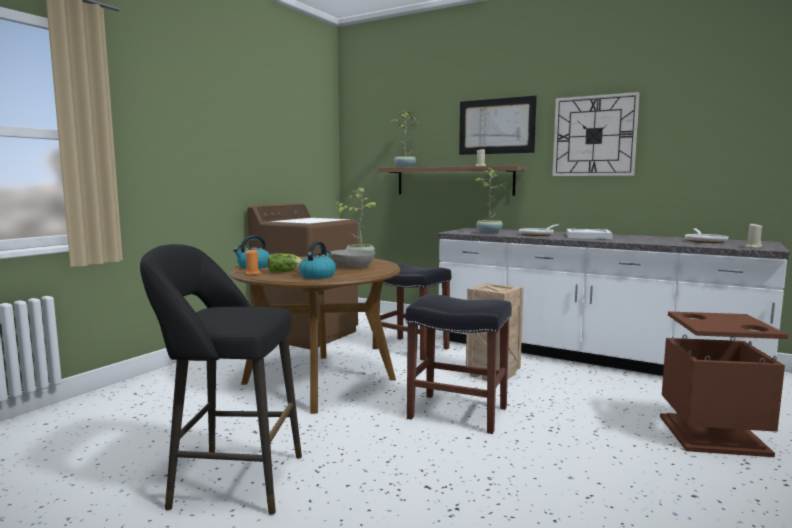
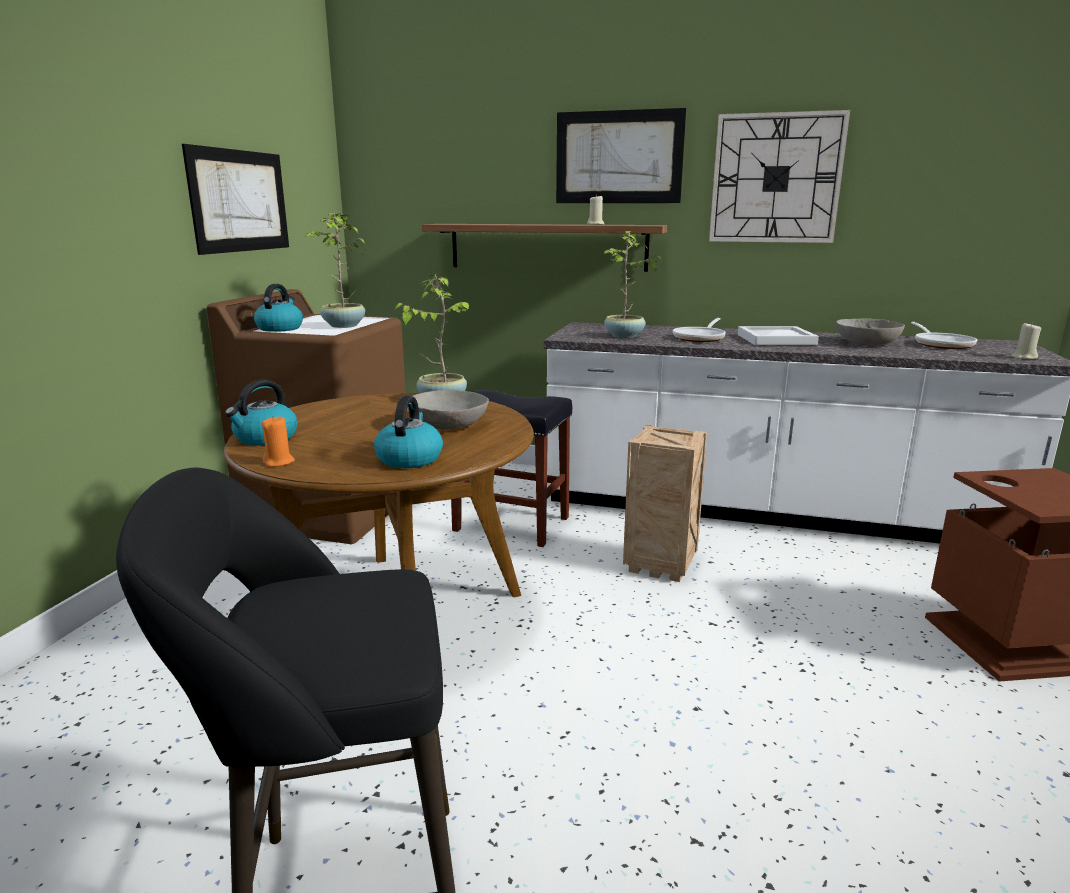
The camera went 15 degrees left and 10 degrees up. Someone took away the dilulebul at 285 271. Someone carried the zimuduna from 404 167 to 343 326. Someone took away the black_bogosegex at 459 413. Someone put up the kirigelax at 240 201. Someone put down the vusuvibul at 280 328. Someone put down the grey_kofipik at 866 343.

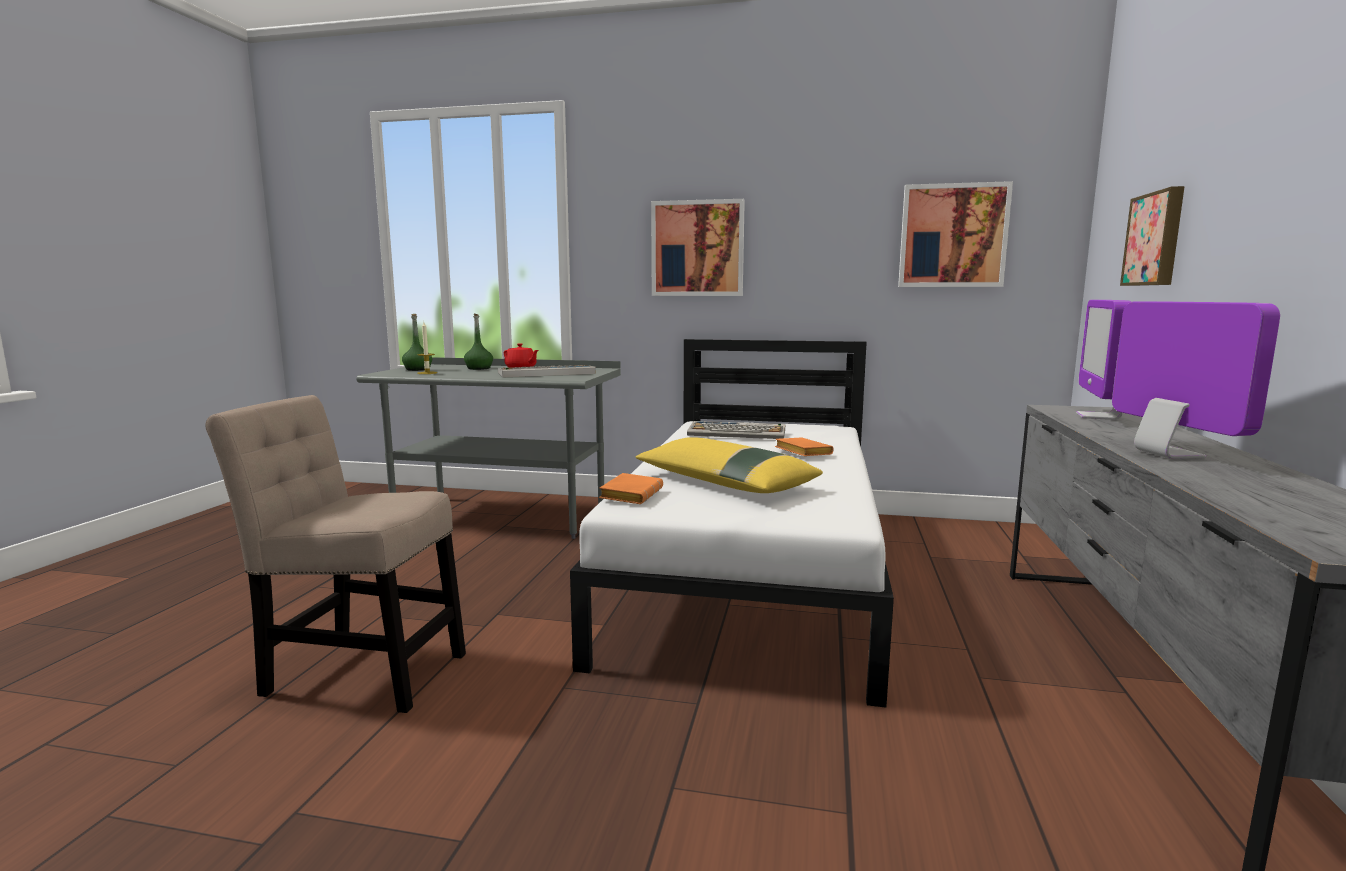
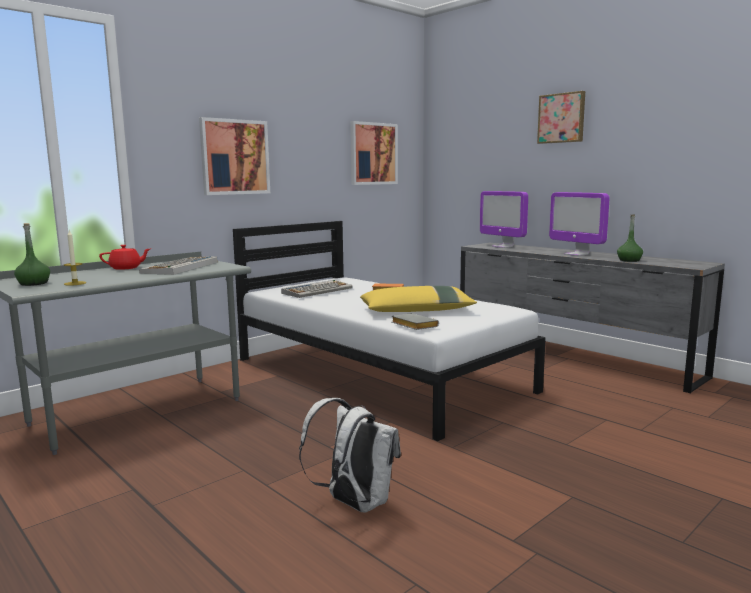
The camera went 55 degrees left and 0 degrees up. Someone swapped the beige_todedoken at 359 671 for the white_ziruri at 354 503. Someone carried the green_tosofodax from 479 368 to 629 260. Someone repainted the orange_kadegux at 630 494, which became the grey_kadegux at 412 326. Someone rotated the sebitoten at 1168 454 by 150 degrees counterclockwise. Someone carried the kirigelax from 1156 239 to 562 118.

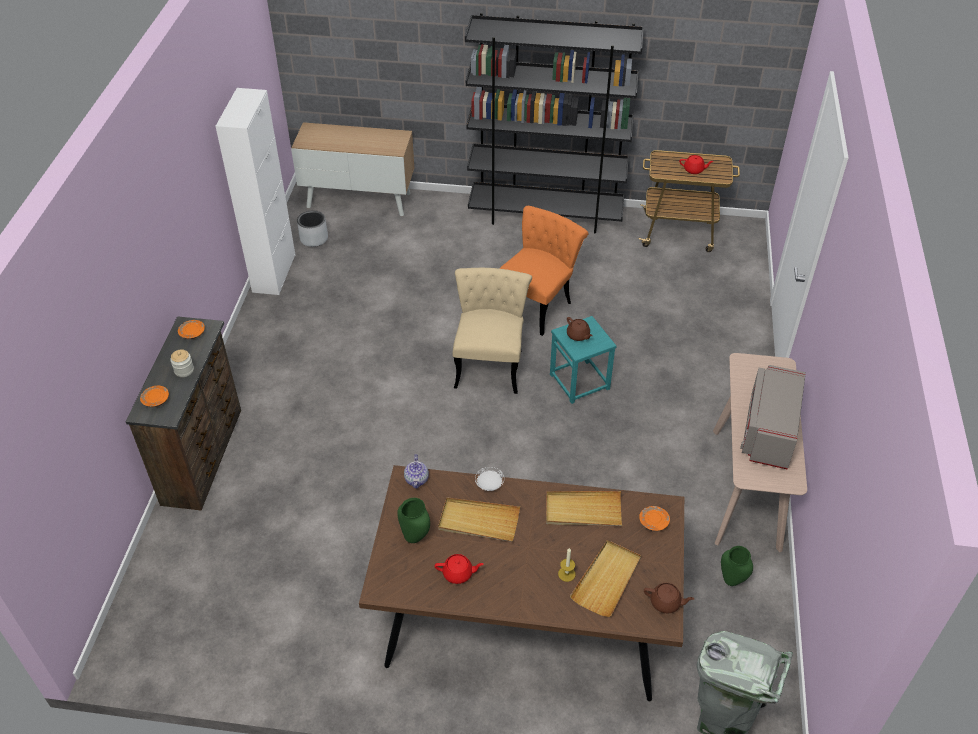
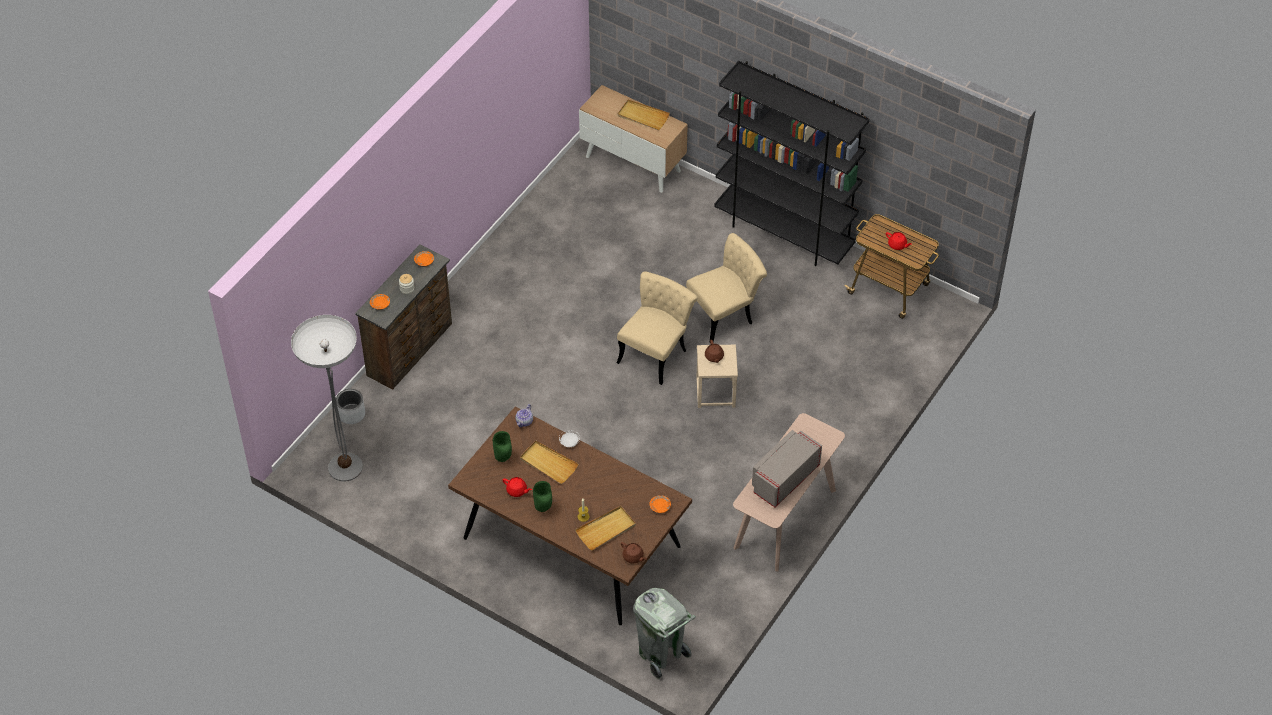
The camera went 25 degrees right and 5 degrees up. Someone took away the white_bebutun at 274 273. Someone carried the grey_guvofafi from 314 238 to 351 414. Someone repainted the orange_todedoken at 537 303, which became the beige_todedoken at 725 314. Someone carried the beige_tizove from 583 510 to 643 116. Someone repainted the turquoise_bogosegex at 580 381, which became the beige_bogosegex at 716 392. Someone carried the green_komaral from 732 580 to 543 508. Someone put down the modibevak at 345 467.

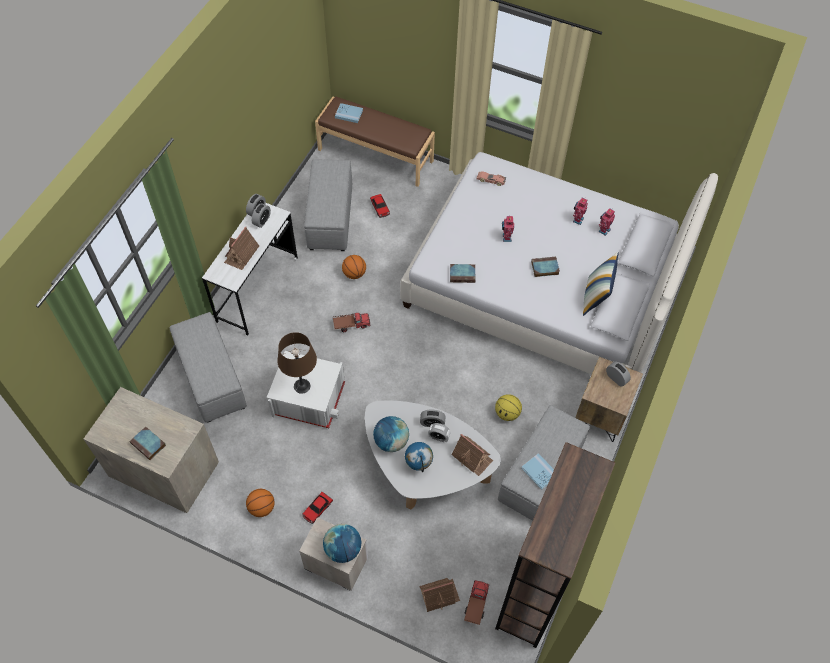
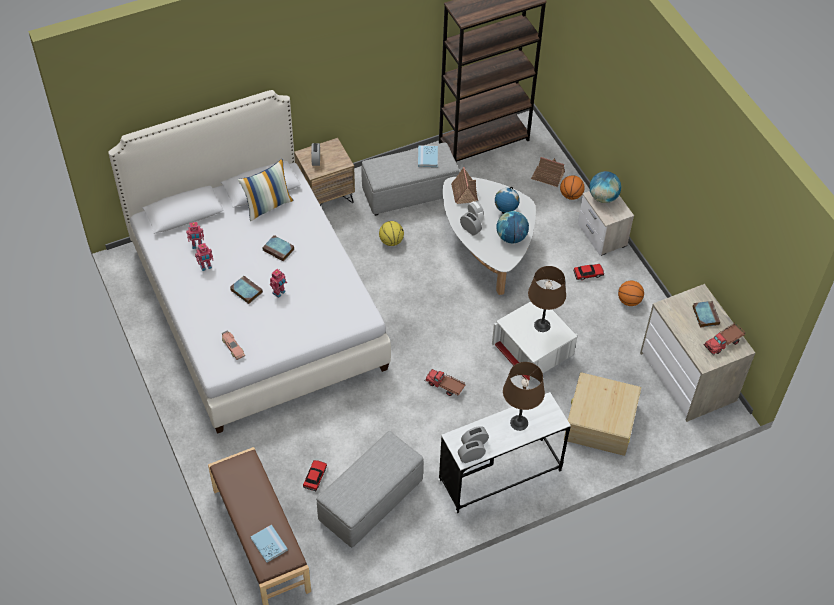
The camera went 140 degrees left and 5 degrees down. Someone swapped the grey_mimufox at 211 377 for the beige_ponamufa at 600 423. Someone swapped the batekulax at 241 254 for the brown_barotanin at 519 422. Someone carried the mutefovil from 354 274 to 571 195. Someone carried the kadegux from 463 274 to 245 291. Someone carried the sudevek from 476 604 to 723 342.

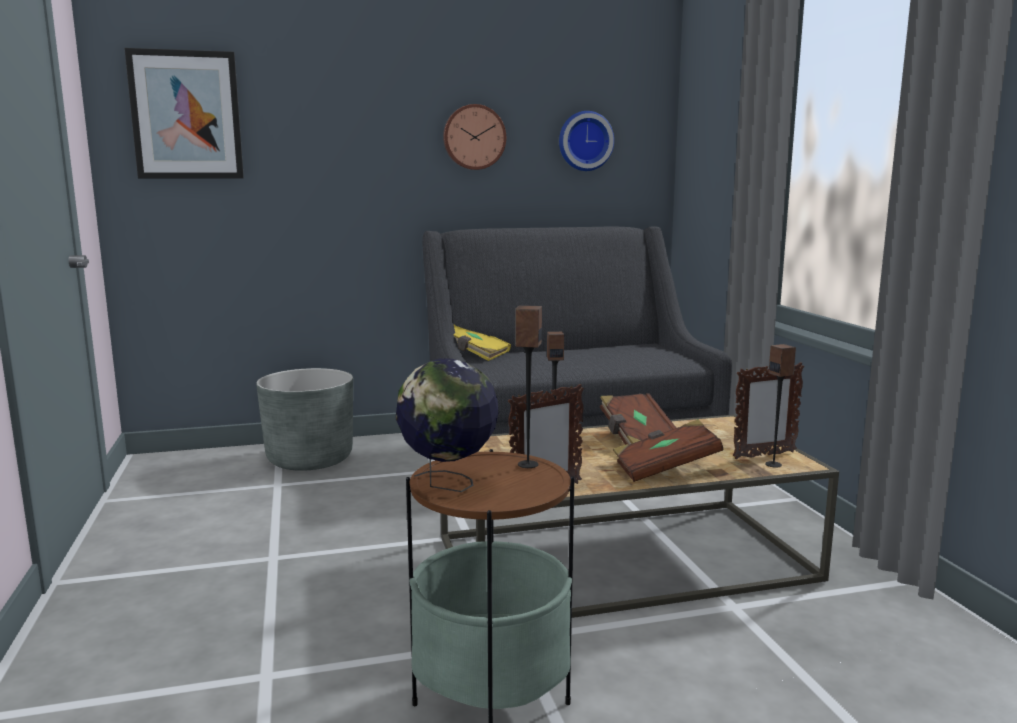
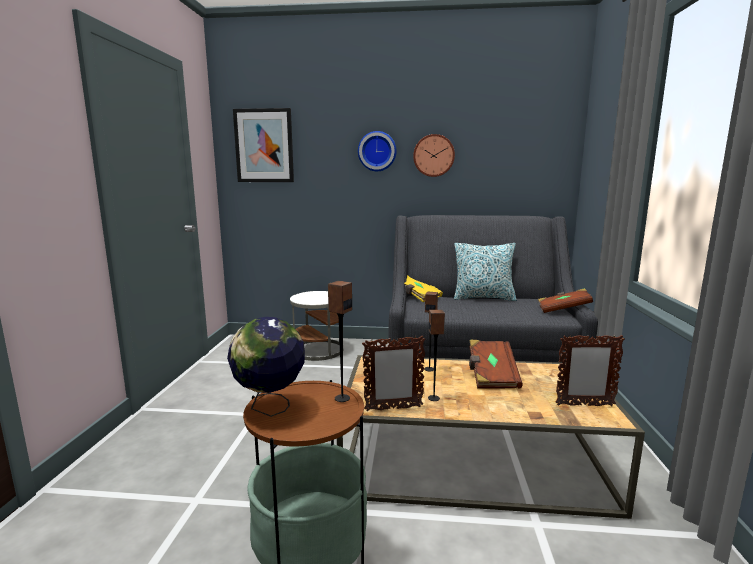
The camera went 20 degrees right and 0 degrees up. Someone swapped the grey_guvofafi at 310 459 for the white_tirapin at 318 350. Someone carried the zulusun from 584 141 to 377 151. Someone carried the brown_kadegux from 665 469 to 563 310. Someone carried the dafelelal from 773 464 to 434 398. Someone put down the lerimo at 483 298.

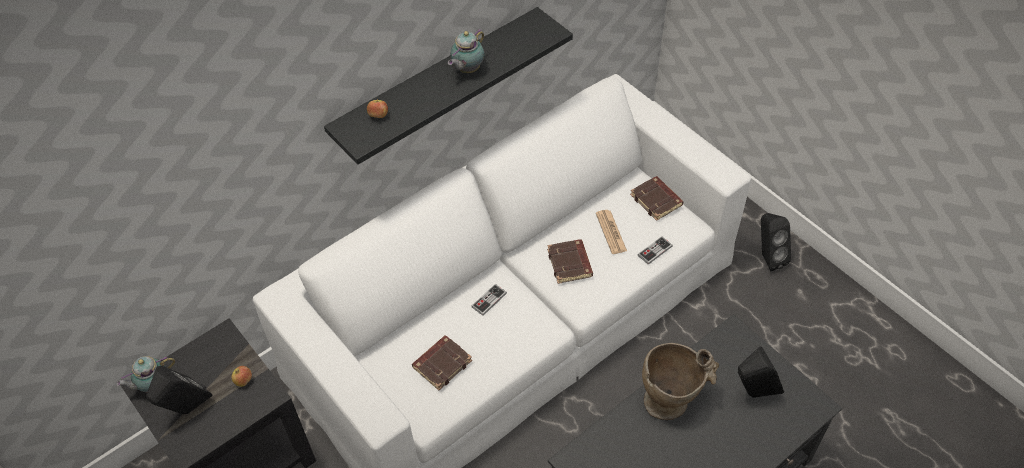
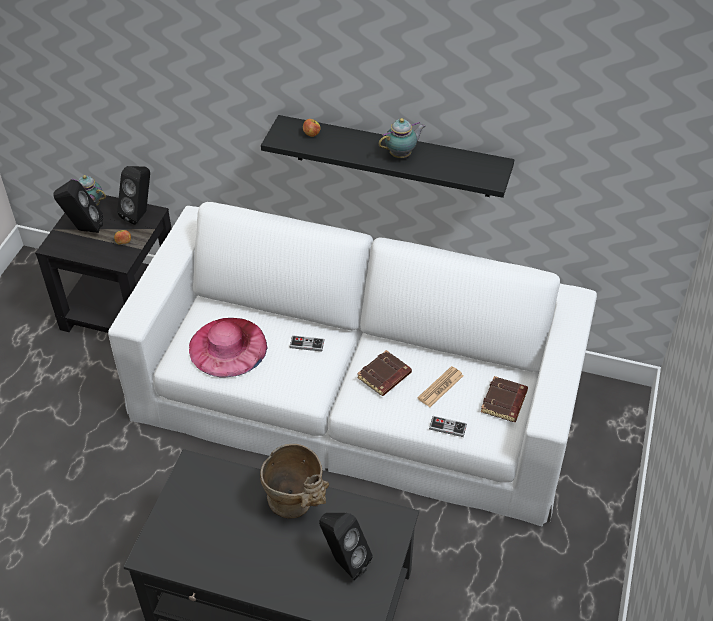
The camera went 55 degrees right and 5 degrees down. Someone swapped the brown_kadegux at 442 364 for the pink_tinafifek at 228 346. Someone rotated the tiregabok at 467 70 by 150 degrees clockwise. Someone carried the black_dafelelal from 767 257 to 140 214.

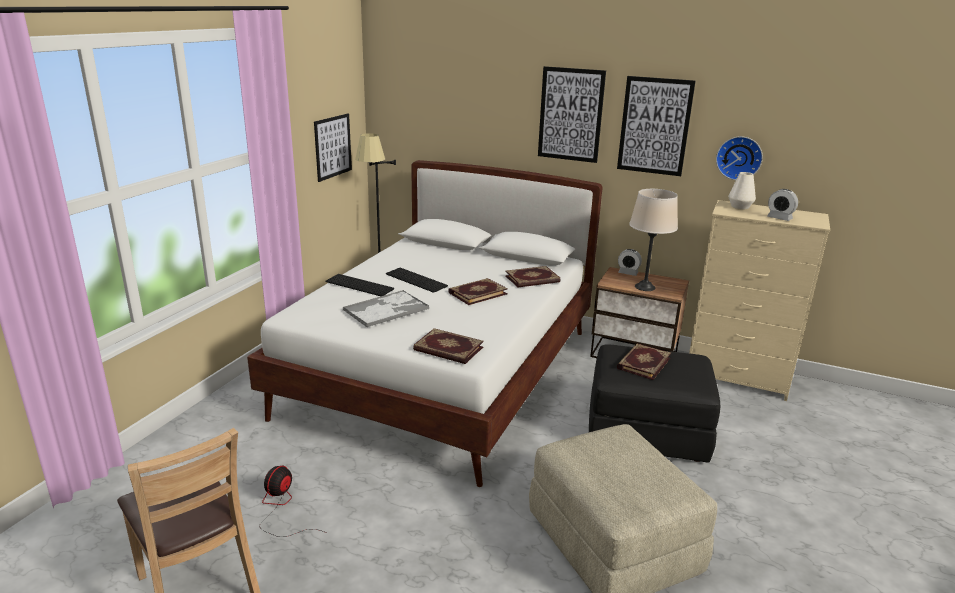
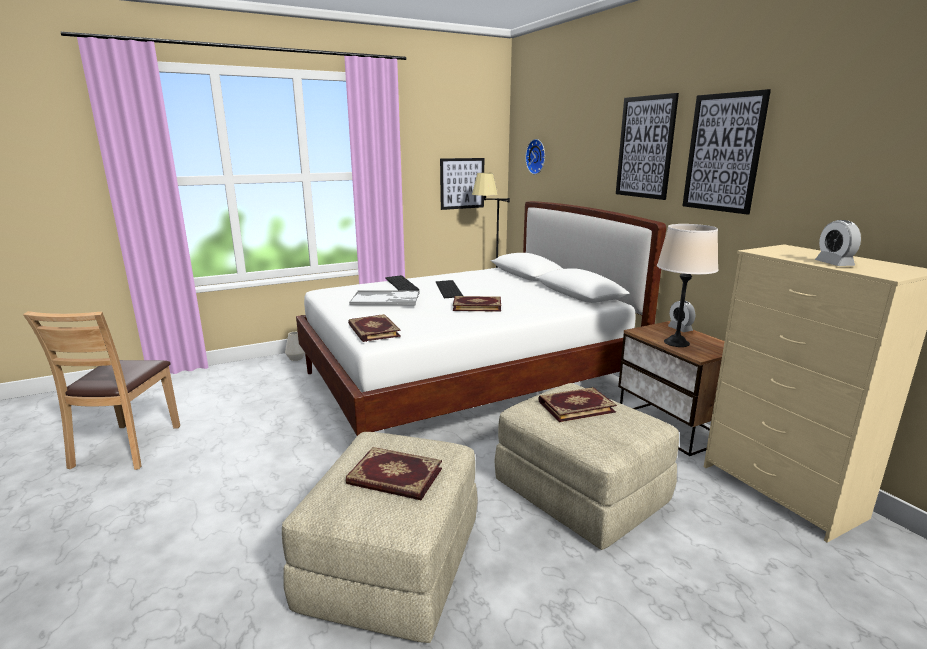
The camera went 40 degrees right and 5 degrees down. Someone took away the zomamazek at 282 508. Someone carried the kadegux from 532 279 to 394 477. Someone repainted the black_mimufox at 647 430, which became the beige_mimufox at 582 493. Someone carried the zulusun from 739 157 to 537 156. Someone carried the white_komaral from 740 207 to 296 358.

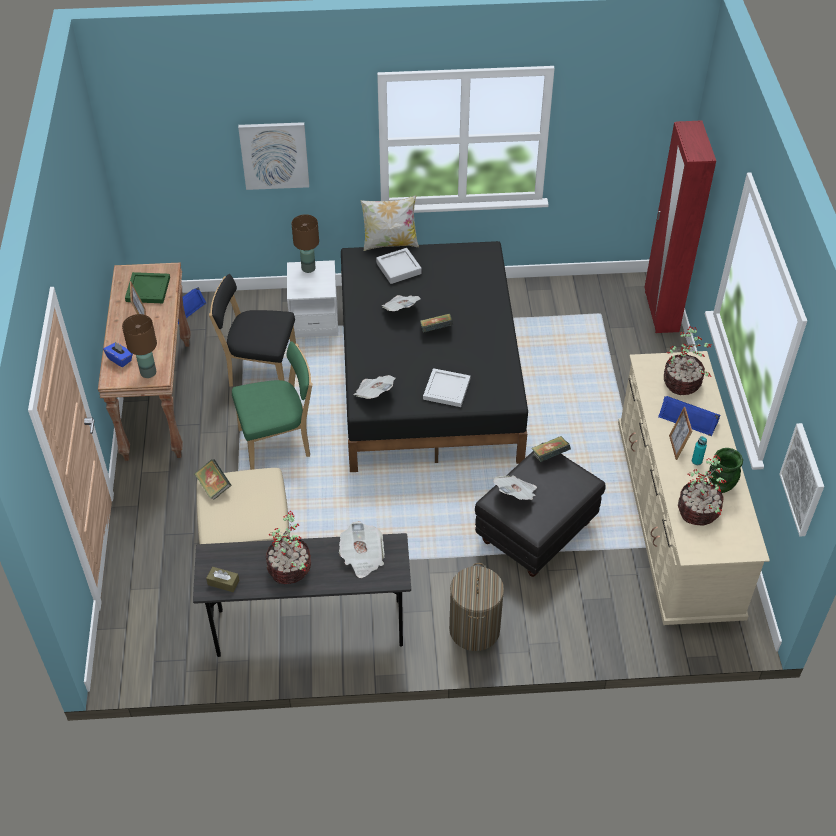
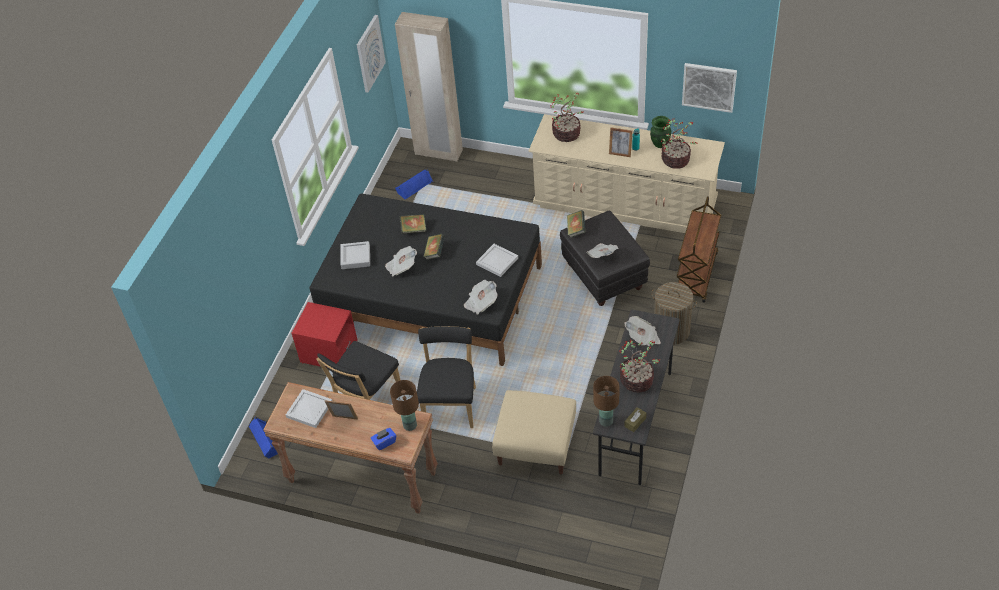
The camera went 65 degrees left and 0 degrees up. Someone repainted the green_tizove at 148 290, which became the white_tizove at 310 409. Someone carried the kadegux from 214 486 to 413 229. Someone repainted the green_todedoken at 278 442, which became the black_todedoken at 451 404. Someone carried the kirigelax from 274 155 to 369 53. Someone repainted the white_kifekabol at 314 319, which became the red_kifekabol at 329 351. Someone carried the brown_barotanin from 308 268 to 605 421. Someone took away the lerimo at 390 243. Someone repainted the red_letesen at 660 312, which became the beige_letesen at 438 152. Someone carried the blue_dafelelal from 688 418 to 414 186. Someone put down the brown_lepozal at 697 276.

